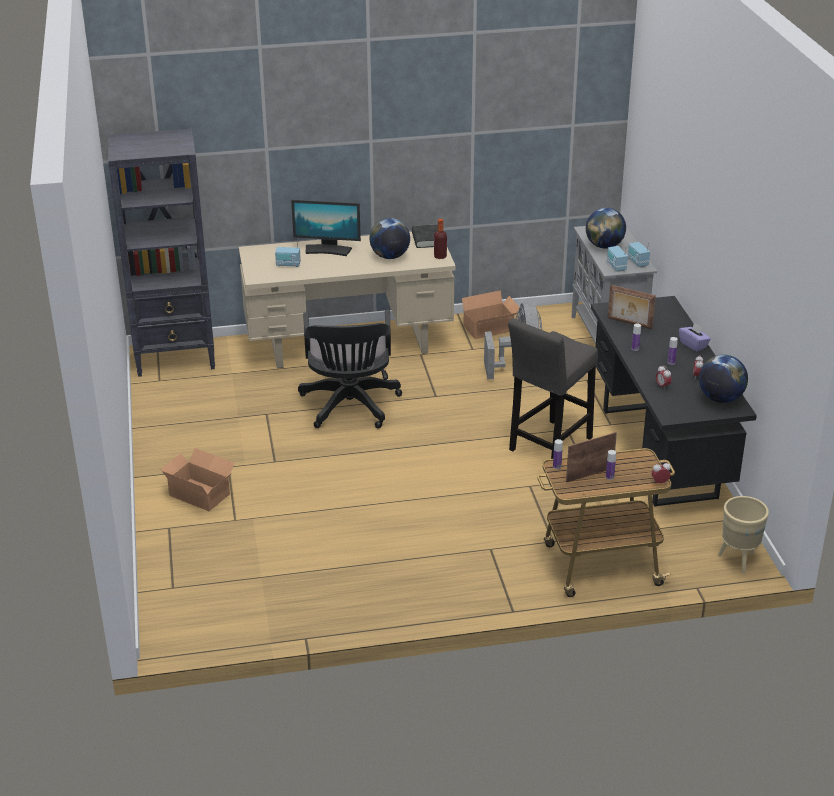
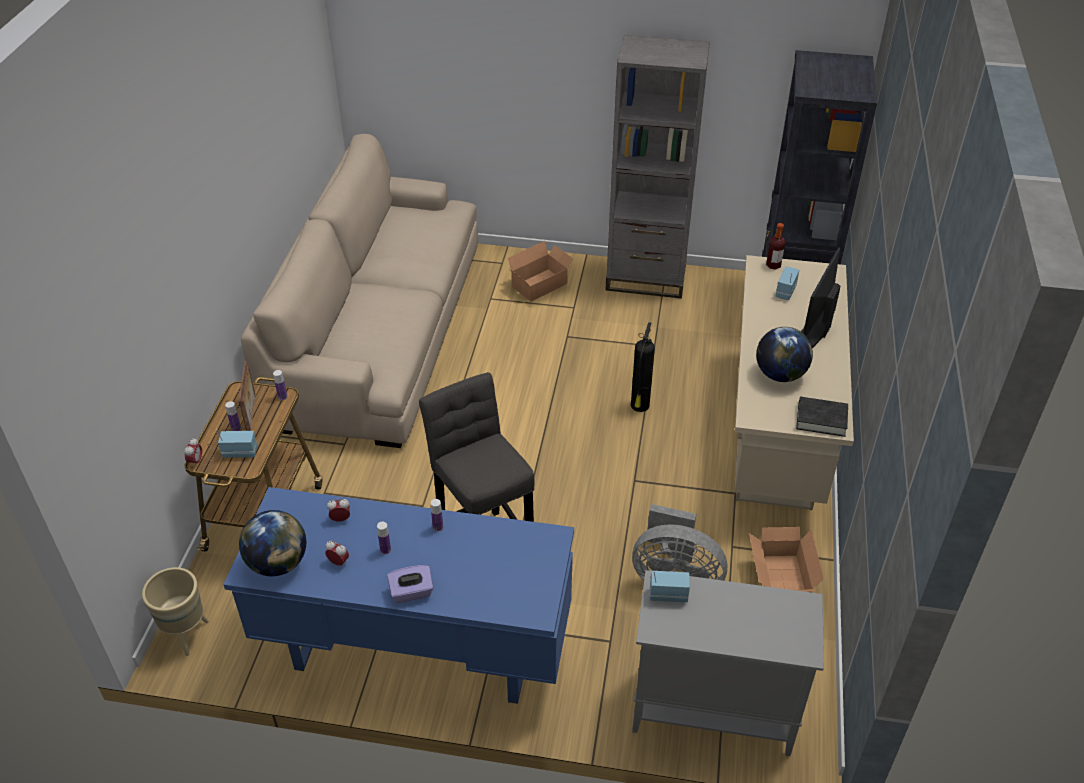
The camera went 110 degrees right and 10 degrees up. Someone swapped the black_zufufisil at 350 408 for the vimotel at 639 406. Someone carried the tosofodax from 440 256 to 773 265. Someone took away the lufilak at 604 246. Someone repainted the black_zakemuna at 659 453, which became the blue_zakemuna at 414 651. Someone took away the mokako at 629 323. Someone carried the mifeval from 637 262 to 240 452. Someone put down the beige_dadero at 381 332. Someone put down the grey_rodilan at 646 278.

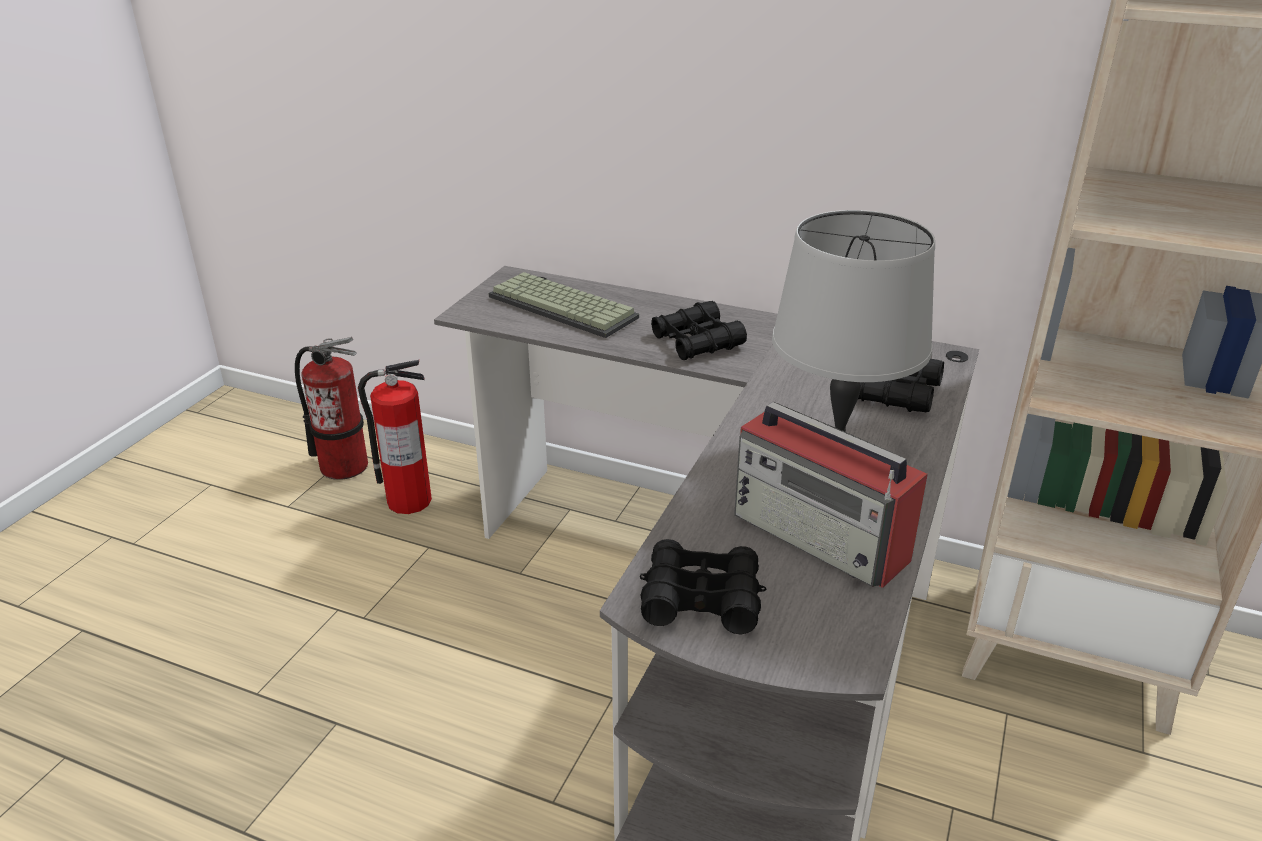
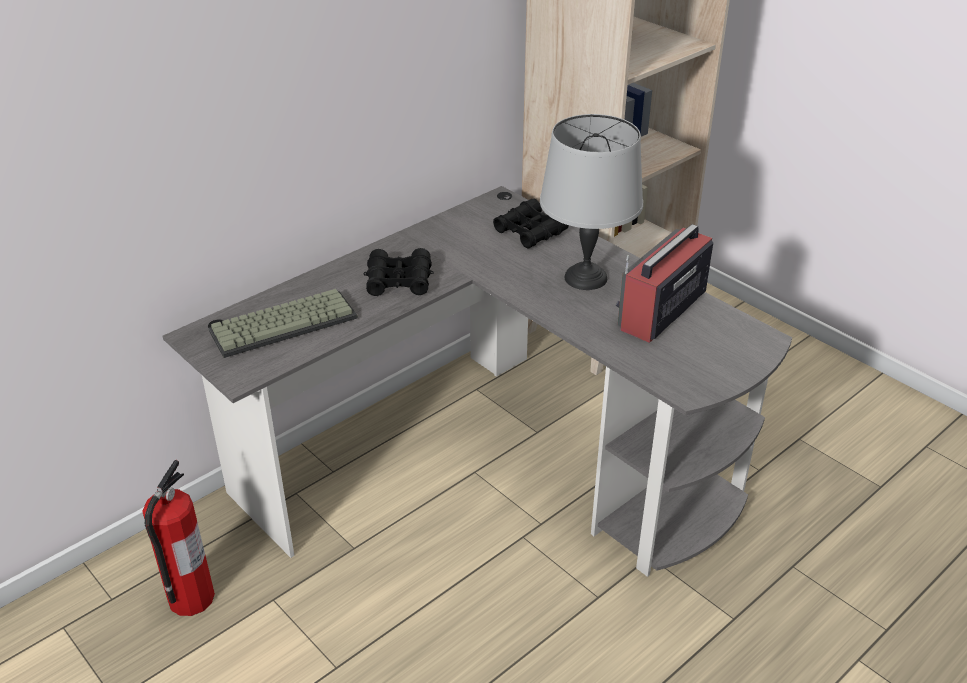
The camera went 65 degrees left and 5 degrees up. Someone took away the vimotel at 344 466. Someone took away the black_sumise at 701 598. Someone rotated the mifeval at 821 537 by 150 degrees clockwise.

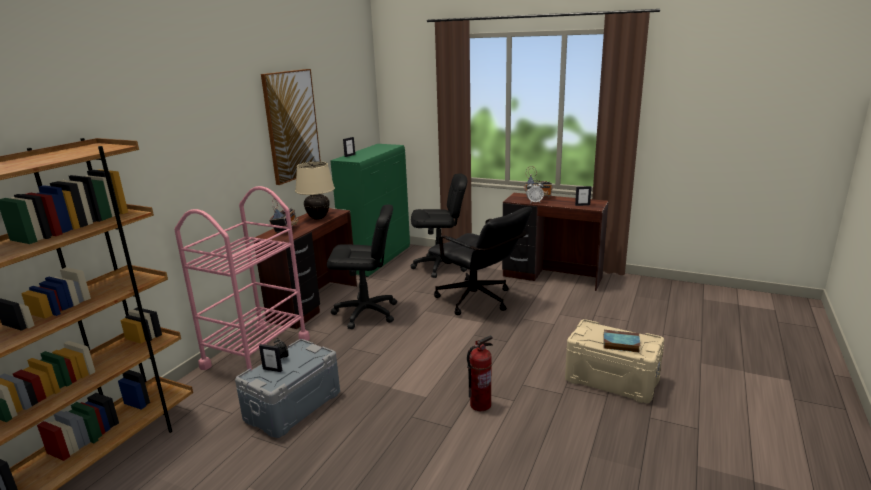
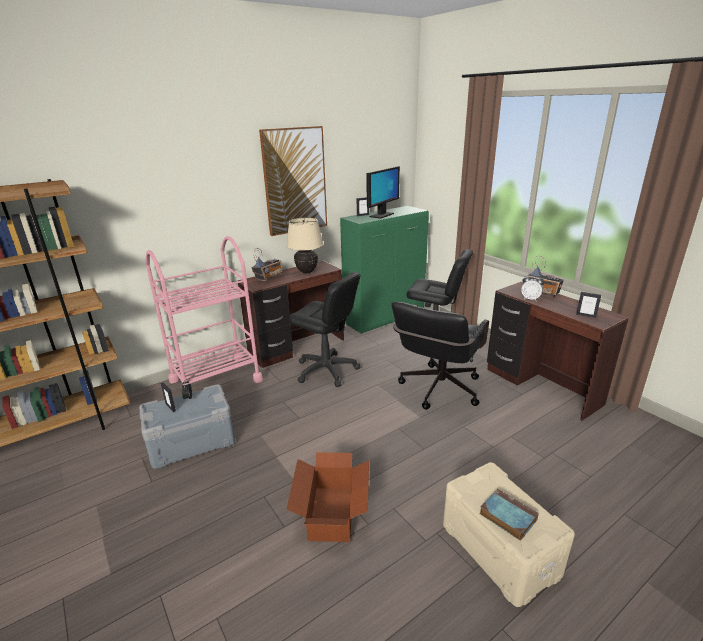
The camera went 30 degrees right and 5 degrees up. Someone rotated the black_zufufisil at 479 301 by 45 degrees clockwise. Someone swapped the vimotel at 480 404 for the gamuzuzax at 332 513. Someone put down the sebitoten at 381 215.

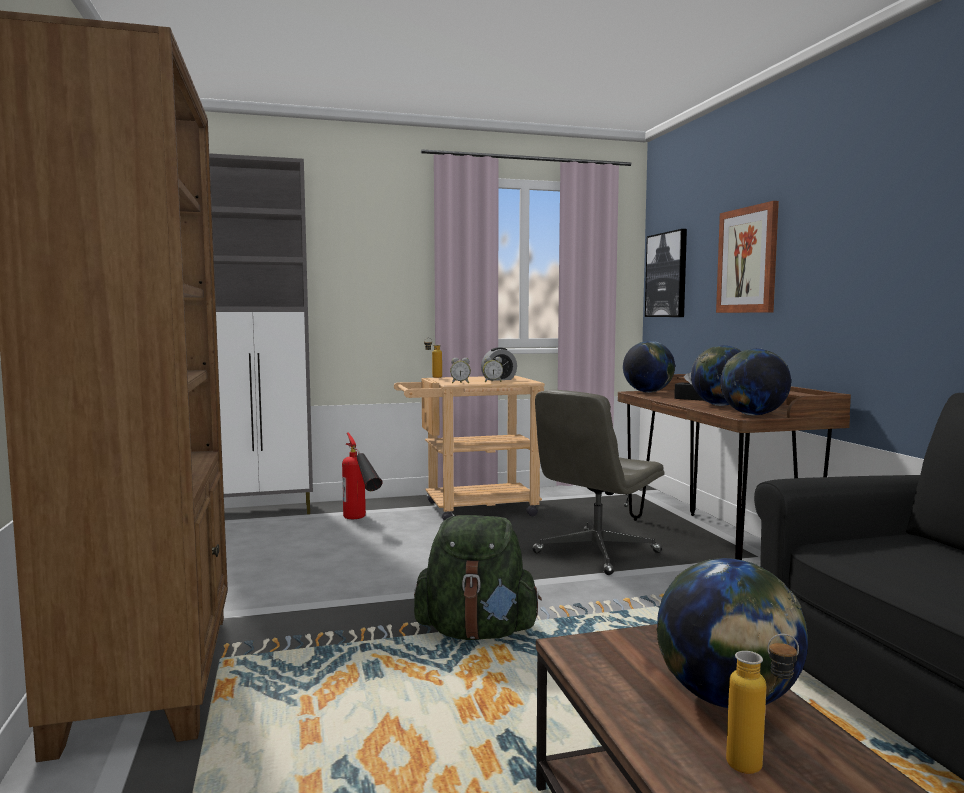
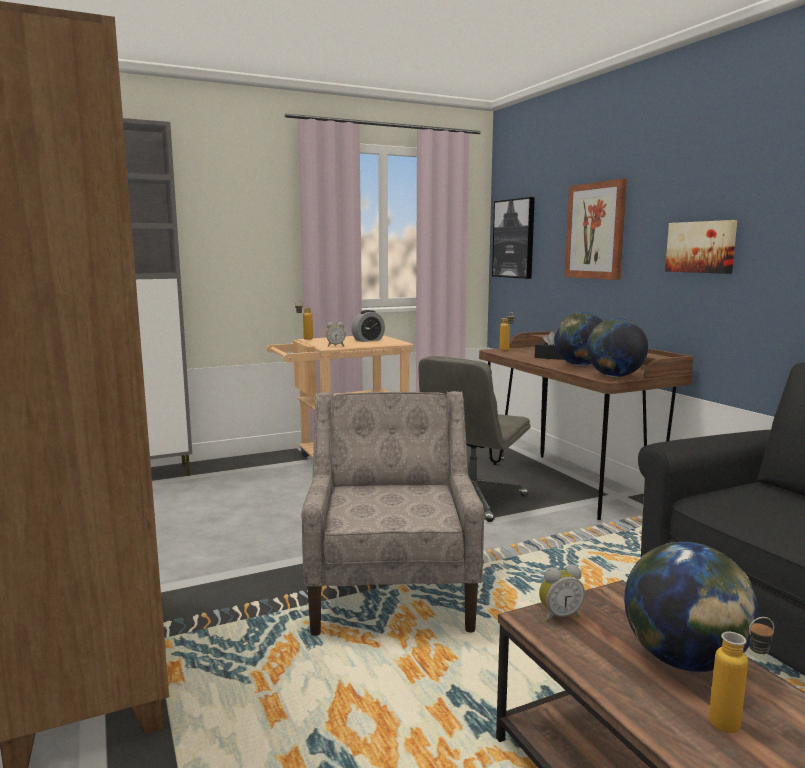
The camera went 10 degrees left and 5 degrees up. Someone took away the vimotel at 361 521. Someone swapped the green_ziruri at 477 632 for the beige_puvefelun at 392 589. Someone carried the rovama from 492 381 to 559 616. Someone swapped the lufilak at 648 392 for the tosofodax at 506 350. Someone put up the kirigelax at 701 247.

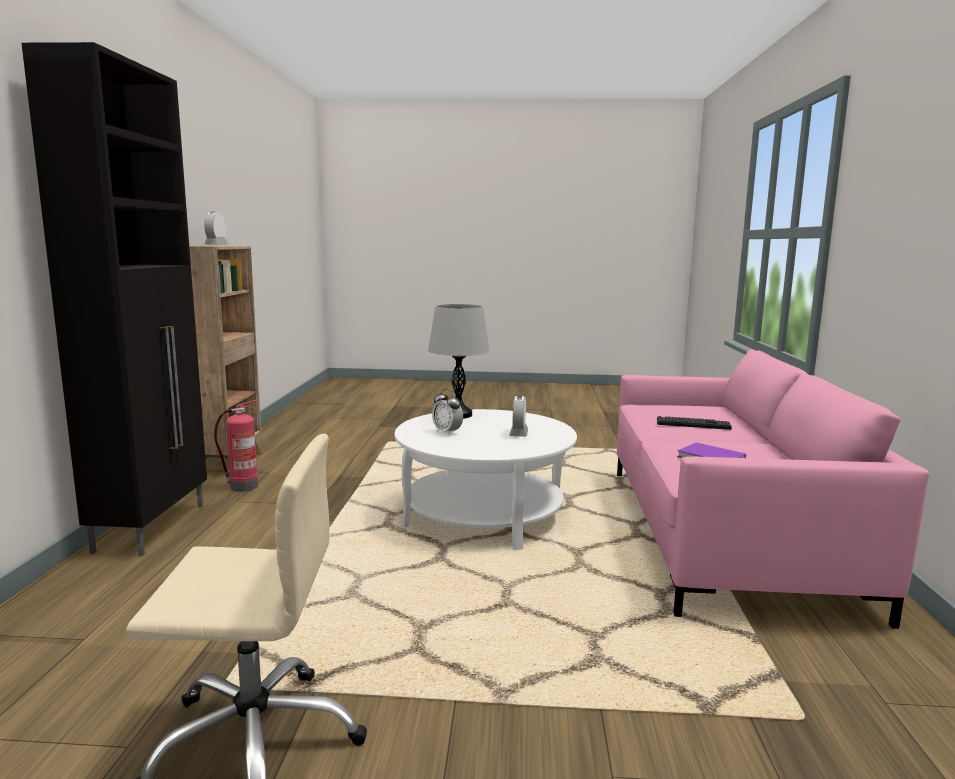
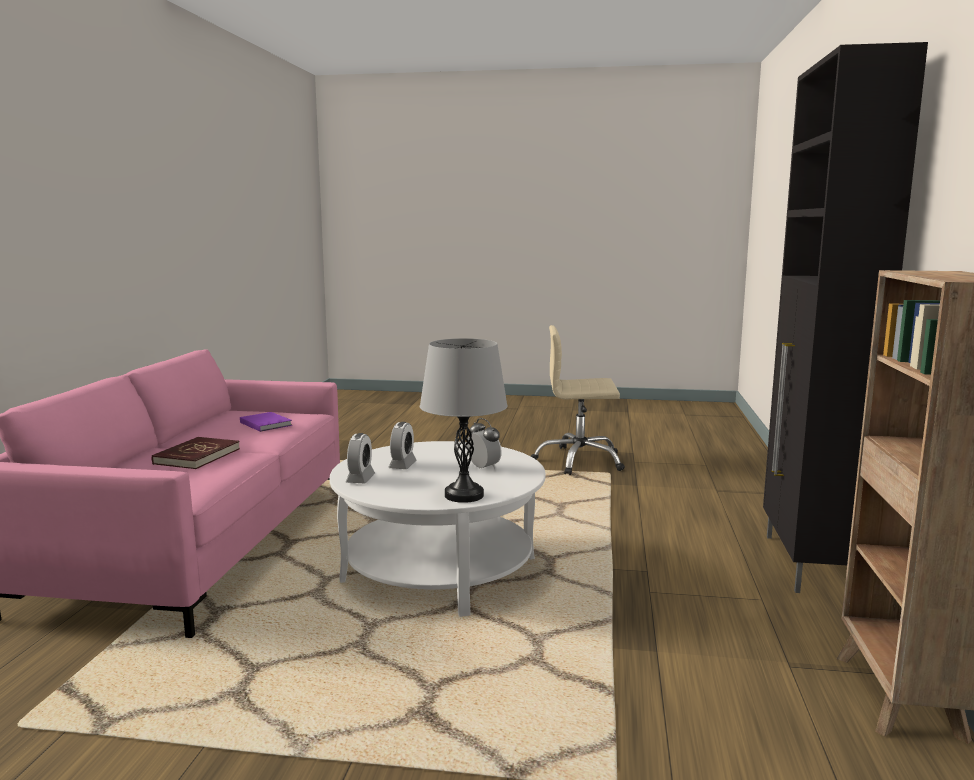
The camera went 175 degrees left and 0 degrees up. Someone carried the rovama from 216 245 to 360 479. Someone took away the vimotel at 242 487. Someone swapped the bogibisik at 693 424 for the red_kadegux at 197 456.

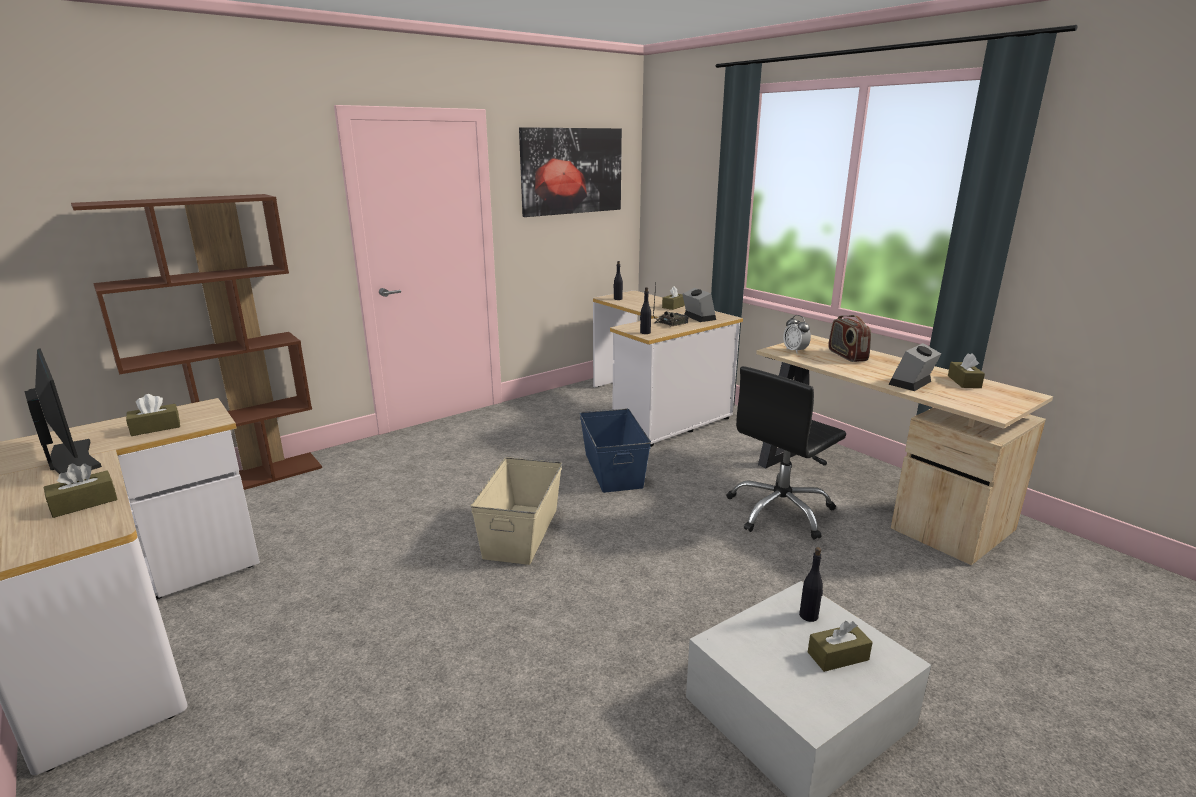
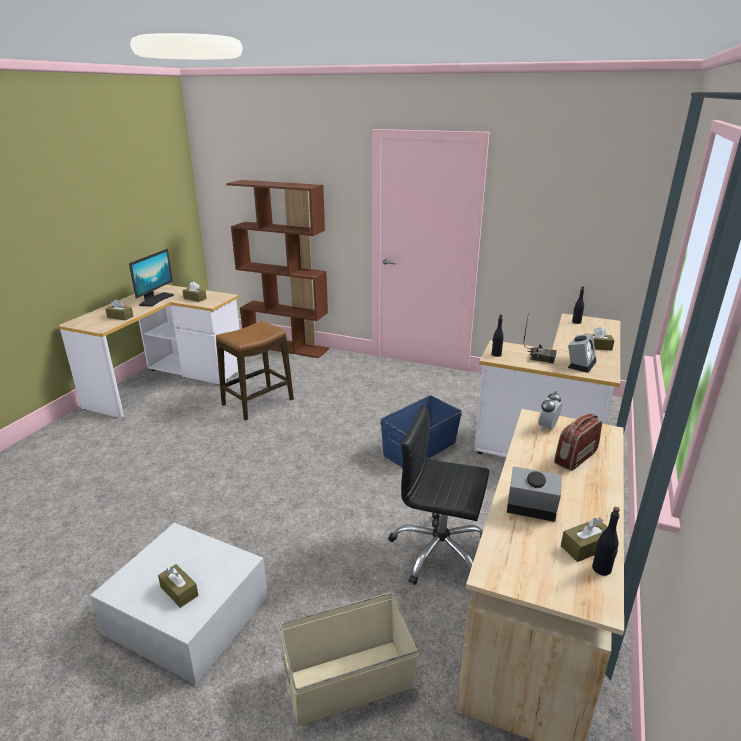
The camera went 60 degrees right and 5 degrees up. Someone carried the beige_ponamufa from 522 532 to 349 681. Someone took away the kirigelax at 572 171. Someone carried the black_tosofodax from 809 615 to 601 569. Someone put down the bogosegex at 258 402.

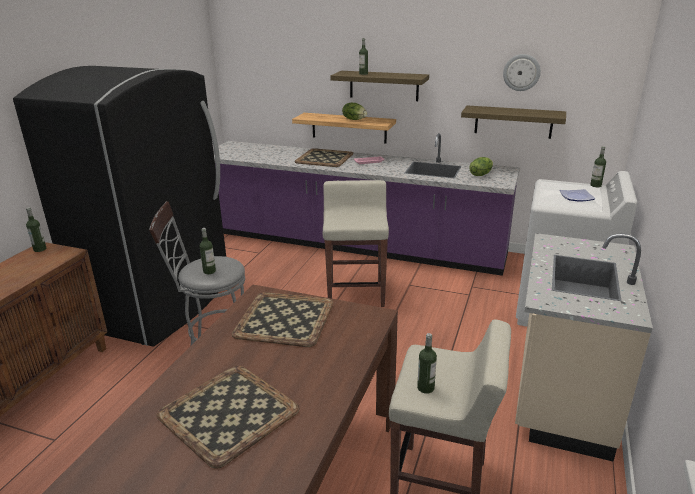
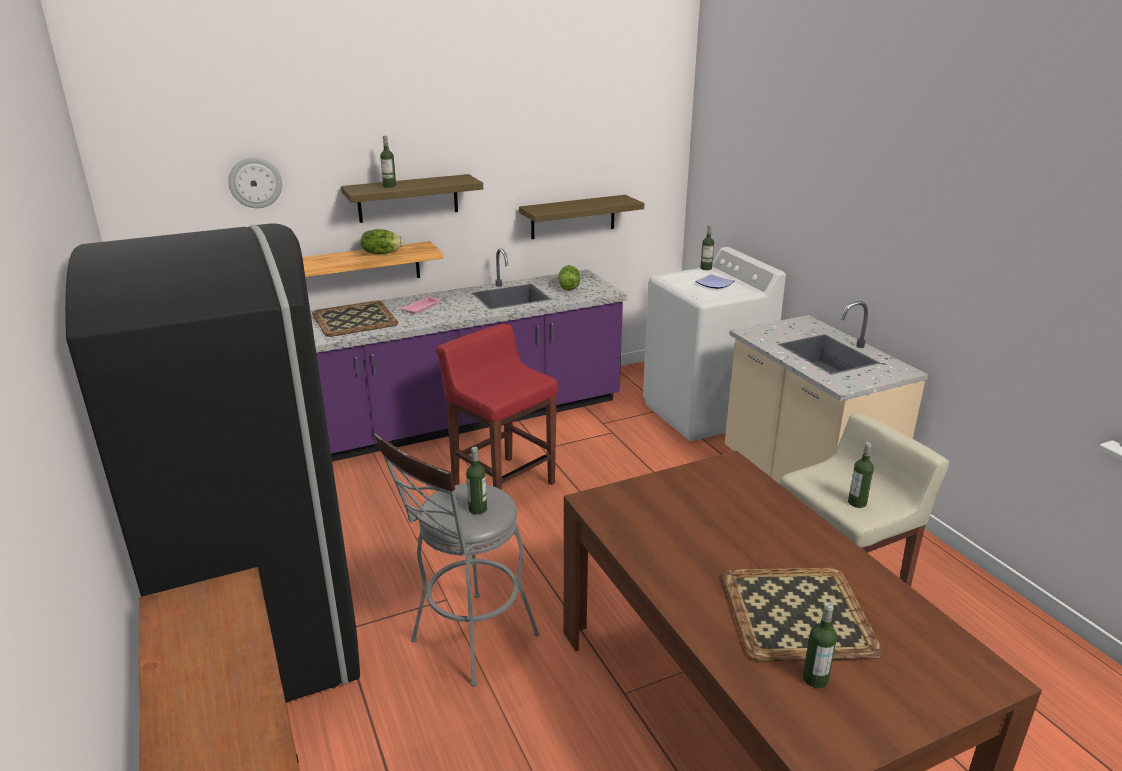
The camera went 45 degrees left and 0 degrees up. Someone carried the tosofodax from 40 249 to 815 679. Someone took away the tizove at 283 319. Someone repainted the beige_bogosegex at 356 293, which became the red_bogosegex at 502 484. Someone carried the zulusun from 521 72 to 255 182.

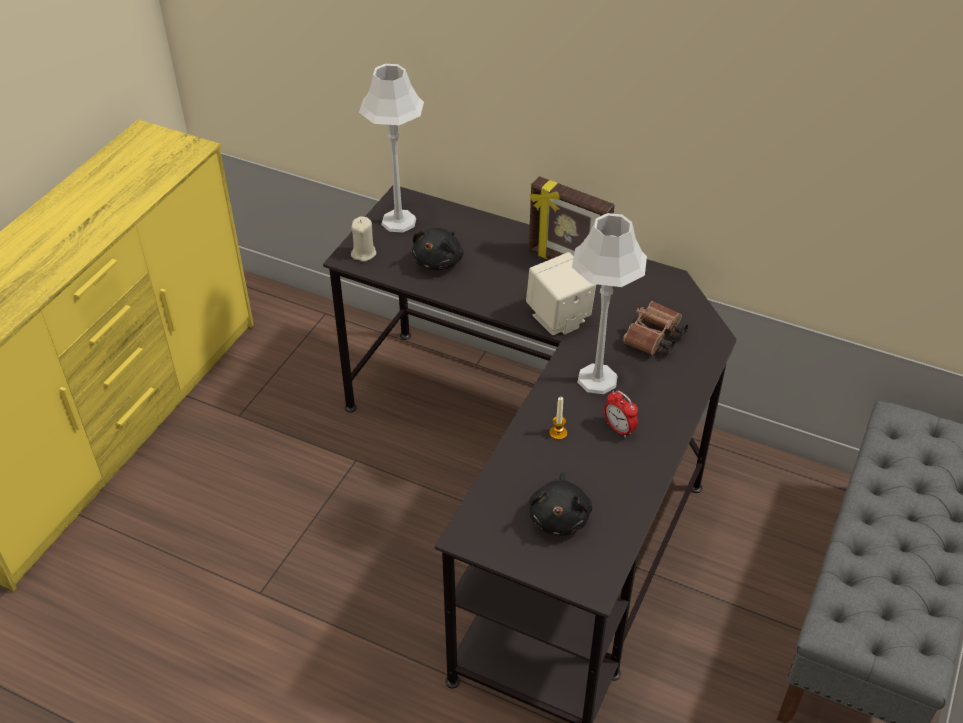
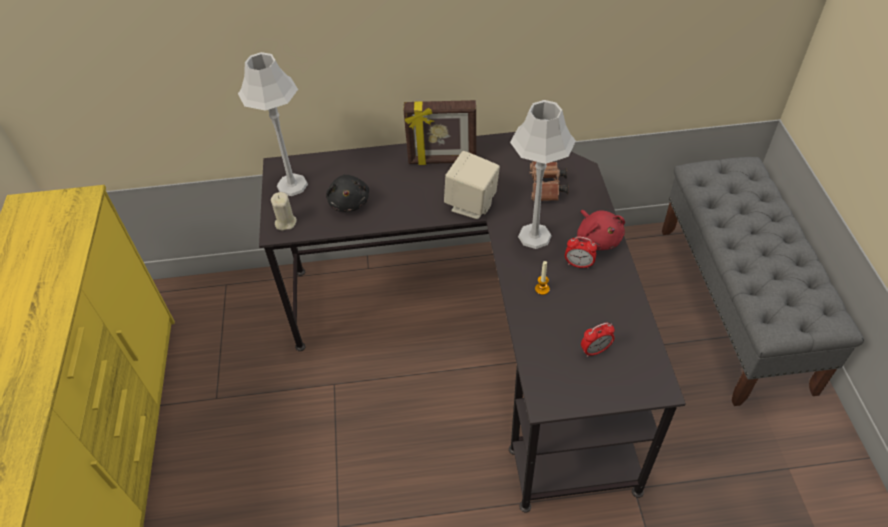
The camera went 30 degrees left and 5 degrees up. Someone swapped the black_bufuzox at 559 517 for the rovama at 595 350. Someone put down the red_bufuzox at 598 238.

